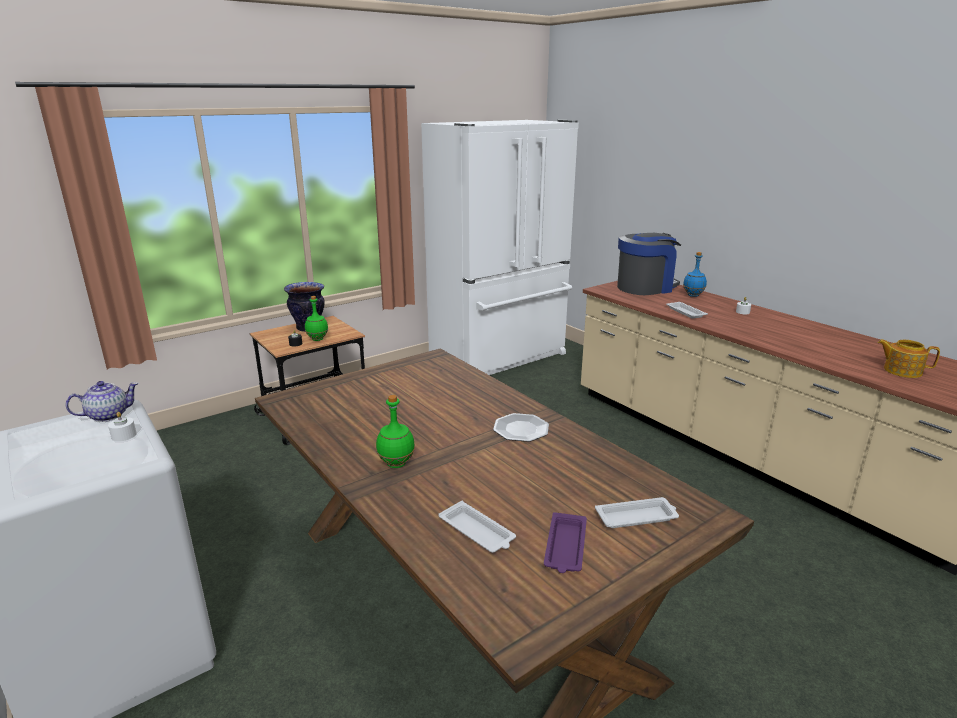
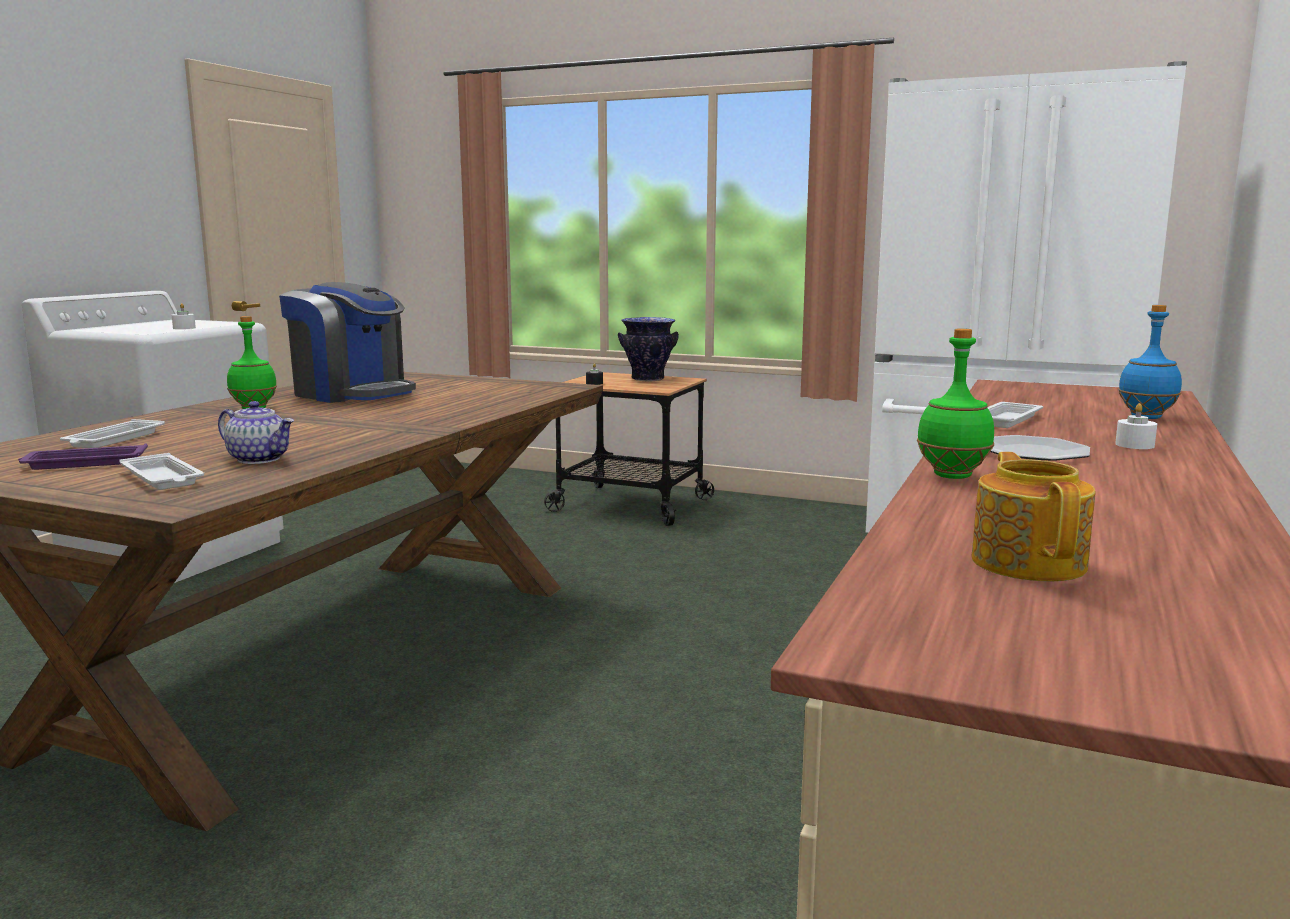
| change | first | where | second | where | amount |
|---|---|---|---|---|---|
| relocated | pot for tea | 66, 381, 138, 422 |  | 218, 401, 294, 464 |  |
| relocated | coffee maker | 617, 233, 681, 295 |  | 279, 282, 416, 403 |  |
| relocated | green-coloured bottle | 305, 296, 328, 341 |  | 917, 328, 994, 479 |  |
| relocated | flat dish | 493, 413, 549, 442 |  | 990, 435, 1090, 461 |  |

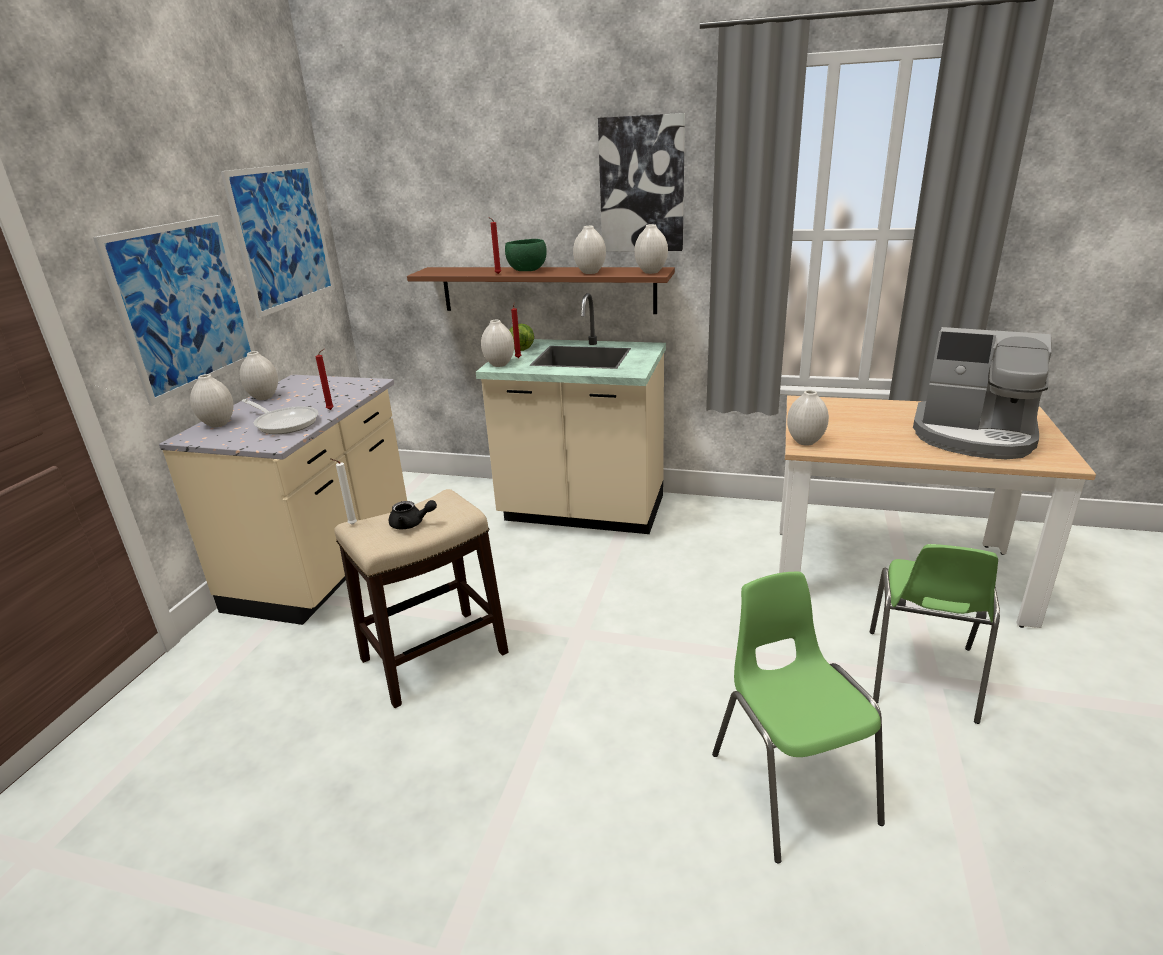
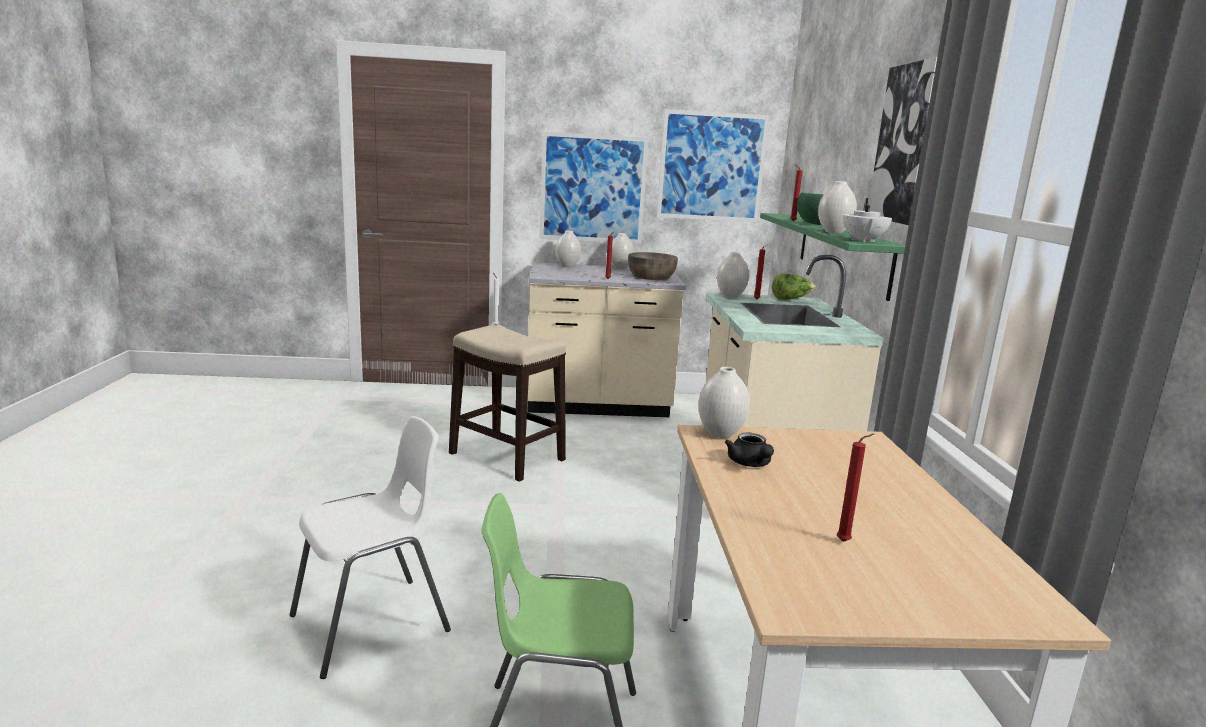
| change | first | where | second | where | amount |
|---|---|---|---|---|---|
| colour | green-coloured plain chair | 712, 571, 885, 863 | whitish plain chair | 290, 416, 451, 679 |  |
| appeared |  |  | brownish serving bowl | 628, 252, 678, 280 |  |
| relocated | black pot for tea | 389, 500, 437, 529 |  | 725, 432, 774, 467 |  |
| colour | brownish bracket shelf | 407, 267, 675, 314 | green-coloured bracket shelf | 760, 213, 905, 301 |  |
| exchanged | coffee maker | 913, 327, 1052, 459 | red wax light | 837, 433, 874, 542 |  |
| exchanged | whitish flower vase | 635, 224, 668, 274 | whitish pot for tea | 843, 198, 892, 242 |  |
| missing | frying pan | 242, 399, 318, 434 |  |  |  |

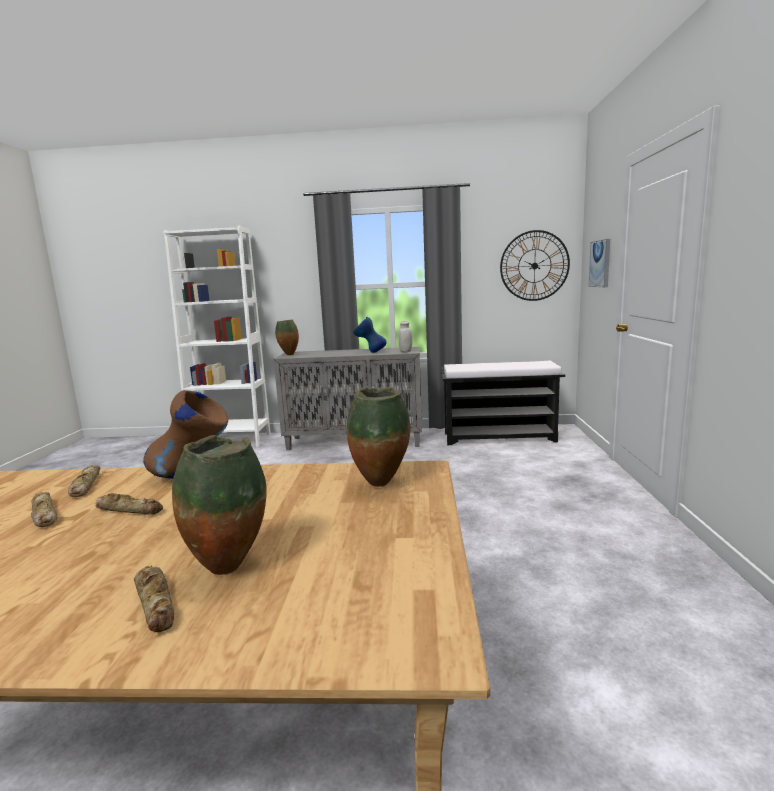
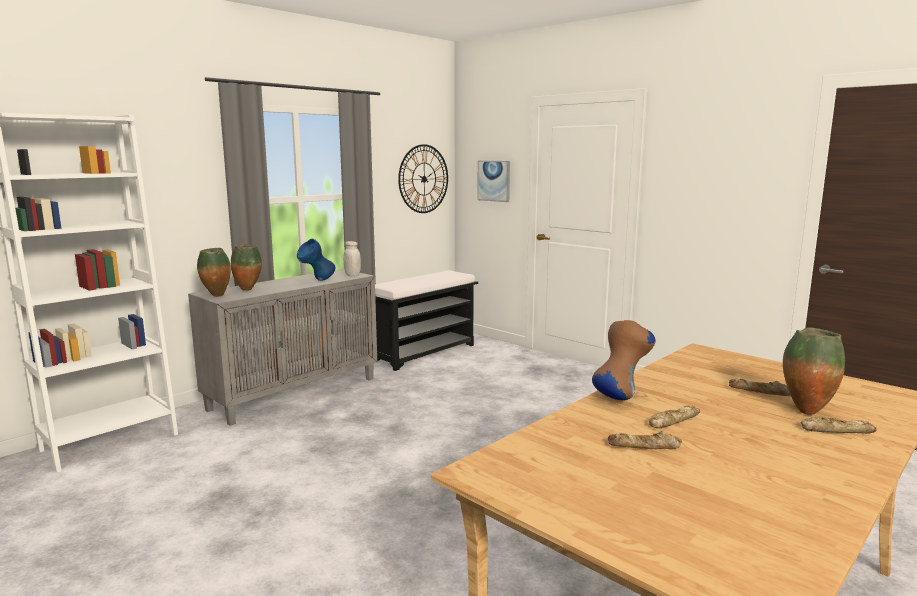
| change | first | where | second | where | amount |
|---|---|---|---|---|---|
| relocated | flower vase | 347, 387, 410, 487 |  | 231, 244, 262, 291 |  |
| relocated | bread | 68, 465, 100, 497 |  | 729, 379, 790, 396 |  |

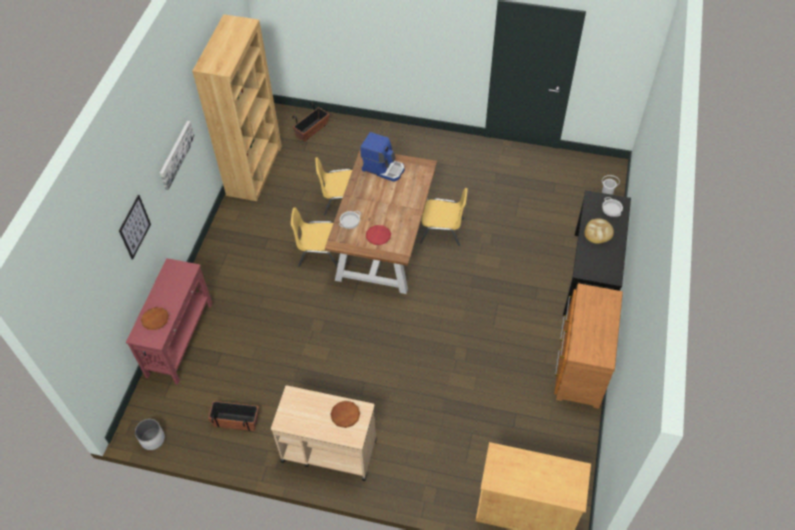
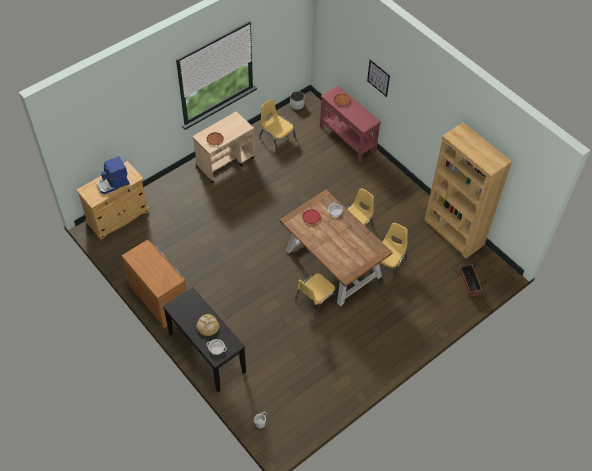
| change | first | where | second | where | amount |
|---|---|---|---|---|---|
| relocated | coffee maker | 360, 132, 405, 182 |  | 97, 156, 130, 194 |  |
| exchanged | flower pot | 208, 401, 259, 431 | yellowish plain chair | 259, 99, 296, 153 |  |
| missing | wall picture | 160, 121, 195, 190 |  |  |  |

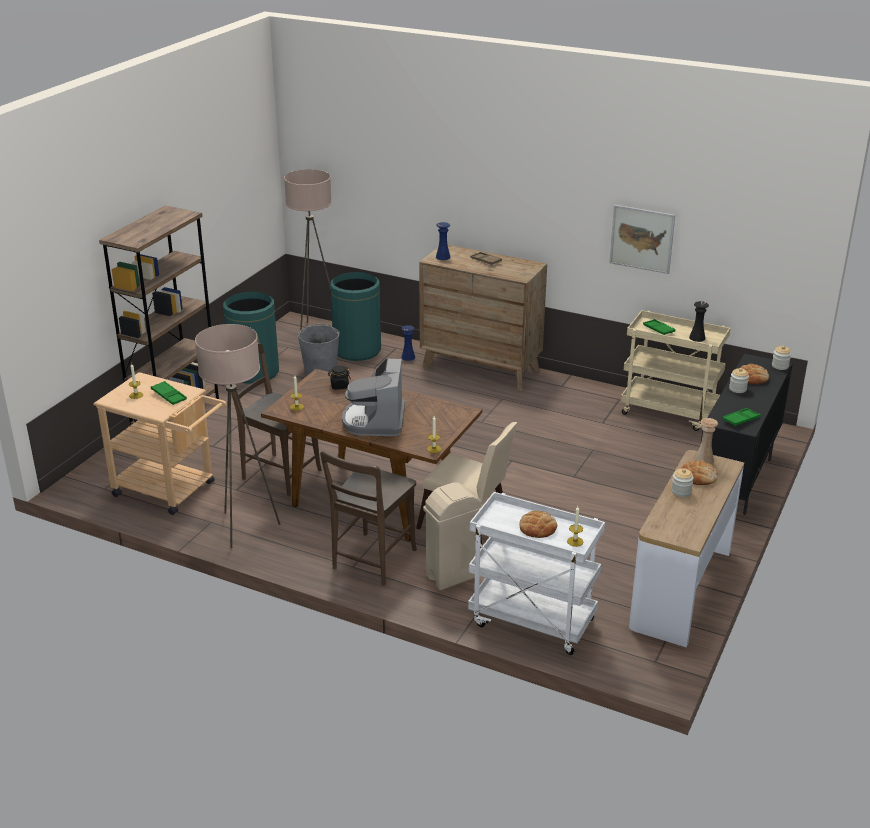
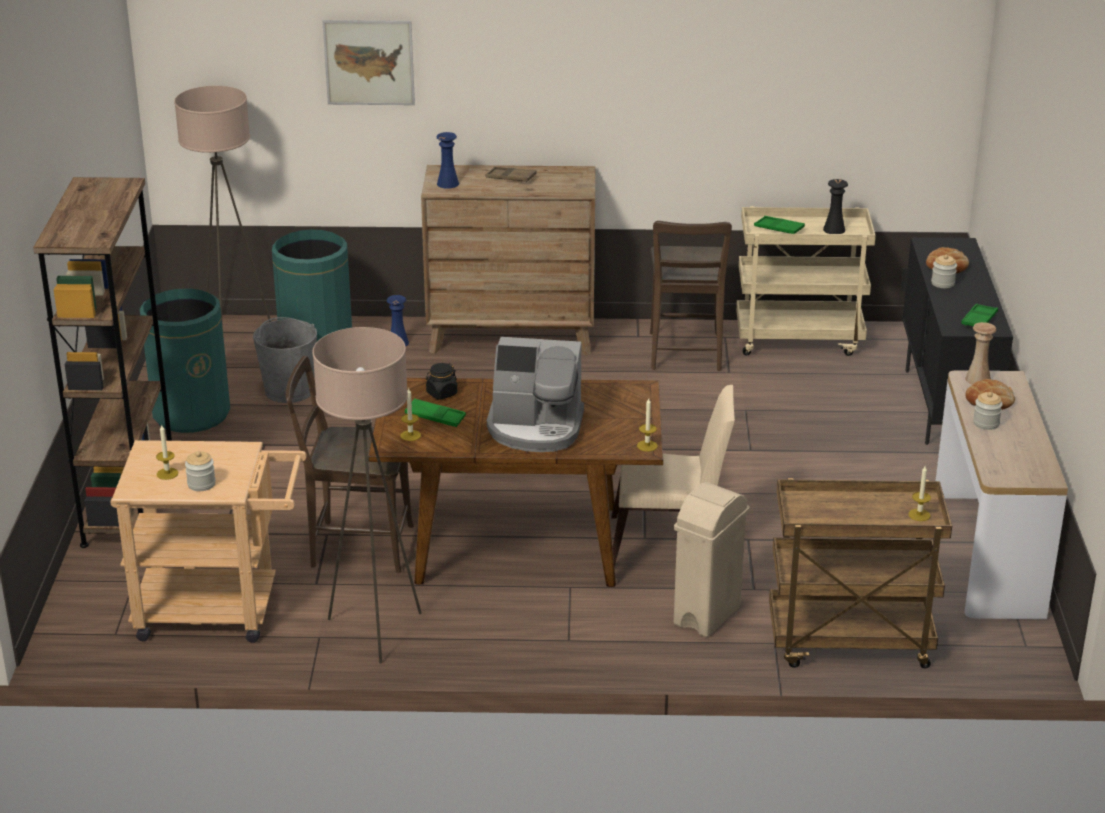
| change | first | where | second | where | amount |
|---|---|---|---|---|---|
| relocated | storage jar | 772, 346, 791, 370 |  | 185, 451, 216, 491 |  |
| relocated | wall picture | 609, 205, 675, 274 |  | 322, 20, 415, 105 |  |
| relocated | green-coloured tray | 151, 381, 187, 405 |  | 405, 398, 466, 427 |  |
| spun | coffee maker | 342, 358, 405, 436 |  | 487, 337, 584, 452 | 60 degrees counterclockwise |
| relocated | brownish plain chair | 320, 451, 417, 586 |  | 650, 221, 732, 371 |  |
| colour | whitish trolley | 468, 492, 605, 655 | brownish trolley | 769, 478, 952, 668 |  |
| missing | bread | 519, 511, 557, 538 |  |  |  |

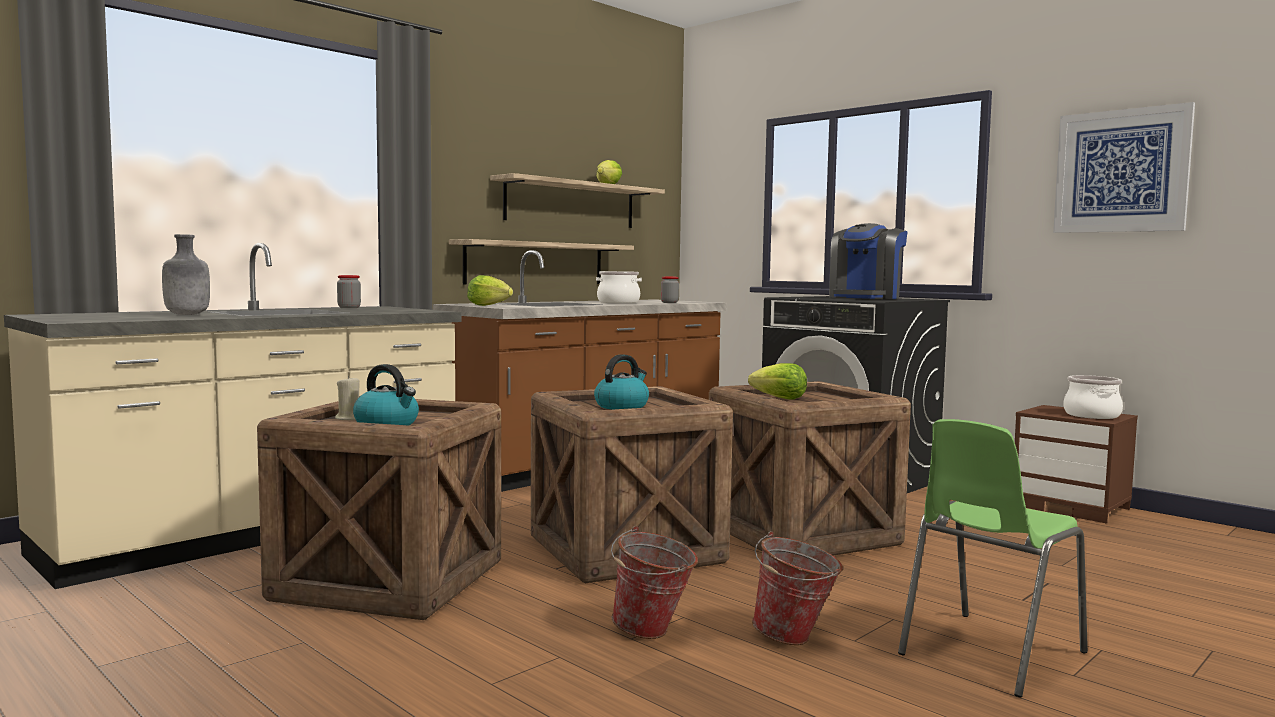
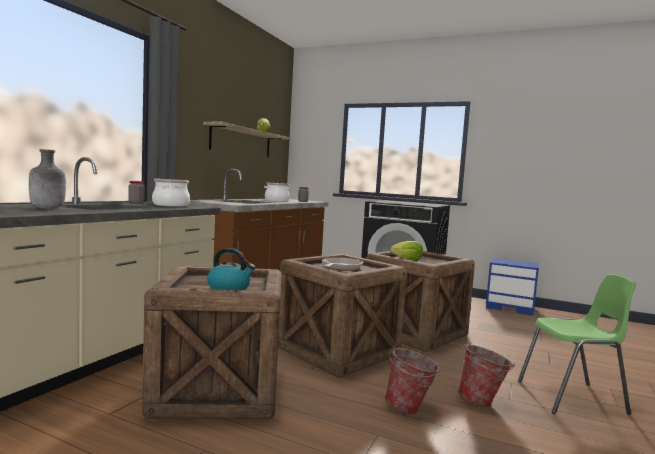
| change | first | where | second | where | amount |
|---|---|---|---|---|---|
| relocated | cooking pot | 1063, 375, 1123, 419 |  | 152, 179, 190, 207 |  |
| exchanged | water kettle | 594, 354, 649, 410 | frying pan | 322, 257, 363, 271 |  |
| colour | brownish nightstand | 1015, 405, 1138, 524 | blue nightstand | 486, 258, 539, 316 |  |
| spun | green-coloured plain chair | 898, 419, 1088, 697 |  | 518, 274, 636, 415 | 120 degrees counterclockwise |
| missing | beige wax light | 335, 375, 359, 420 |  |  |  |
| missing | bracket shelf | 449, 239, 634, 284 |  |  |  |
| missing | lettuce head | 467, 275, 513, 306 |  |  |  |
| missing | coffee maker | 829, 223, 908, 299 |  |  |  |
| missing | wall picture | 1053, 102, 1195, 233 |  |  |  |

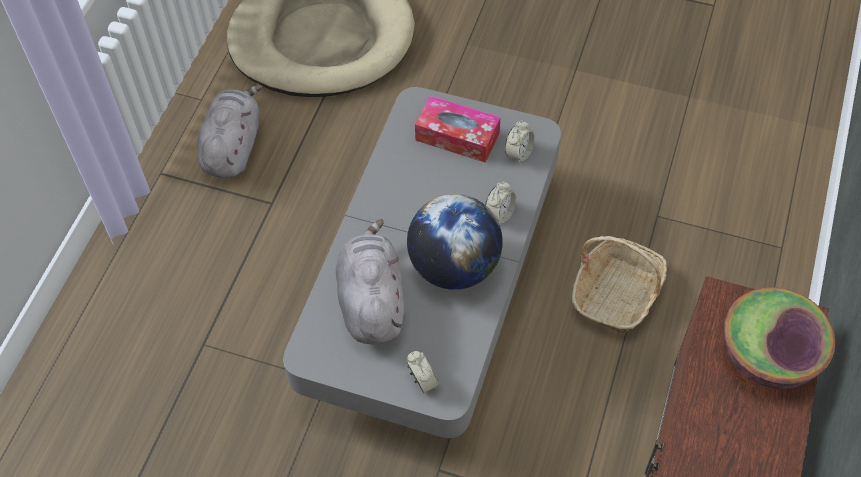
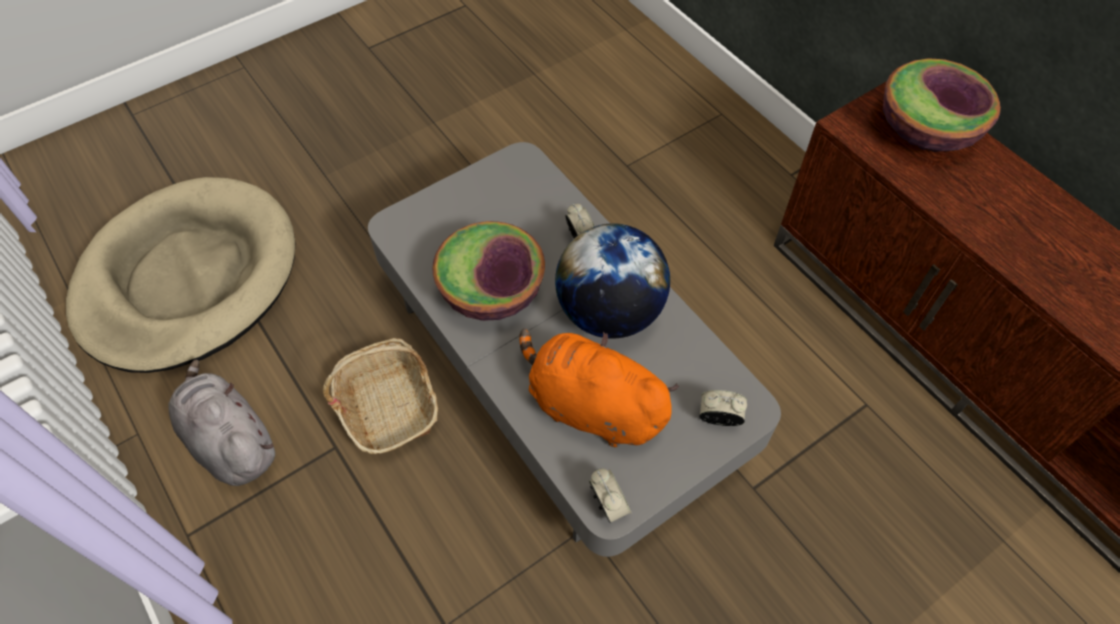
| change | first | where | second | where | amount |
|---|---|---|---|---|---|
| relocated | basket | 572, 236, 667, 334 |  | 323, 338, 438, 455 |  |
| appeared |  |  | serving bowl | 432, 221, 545, 321 |  |
| colour | greyish plush toy | 336, 219, 404, 344 | orangey plush toy | 520, 328, 679, 447 |  |
| relocated | table clock | 505, 120, 535, 164 |  | 589, 469, 632, 523 |  |
| missing | box of tissues | 415, 96, 501, 163 |  |  |  |

